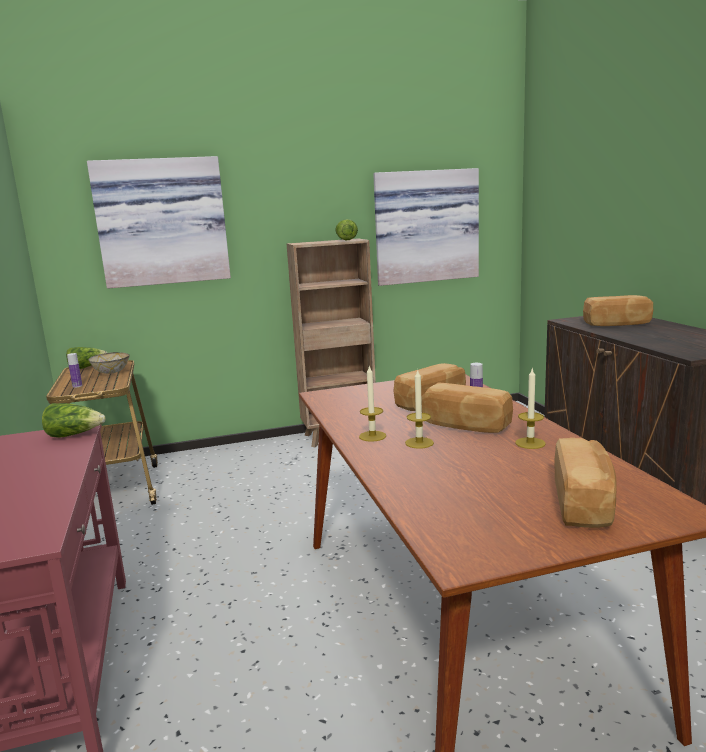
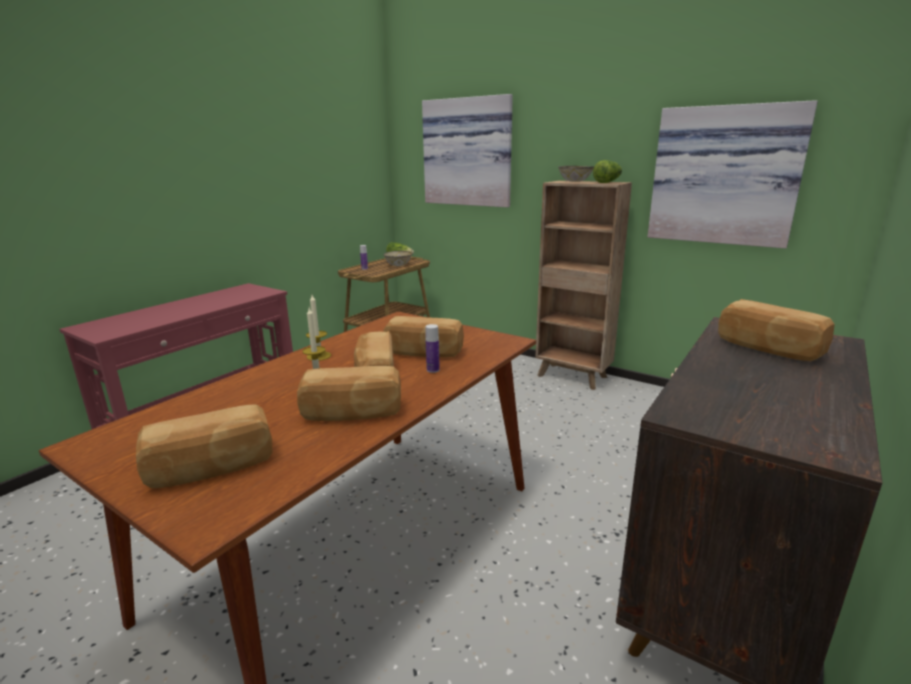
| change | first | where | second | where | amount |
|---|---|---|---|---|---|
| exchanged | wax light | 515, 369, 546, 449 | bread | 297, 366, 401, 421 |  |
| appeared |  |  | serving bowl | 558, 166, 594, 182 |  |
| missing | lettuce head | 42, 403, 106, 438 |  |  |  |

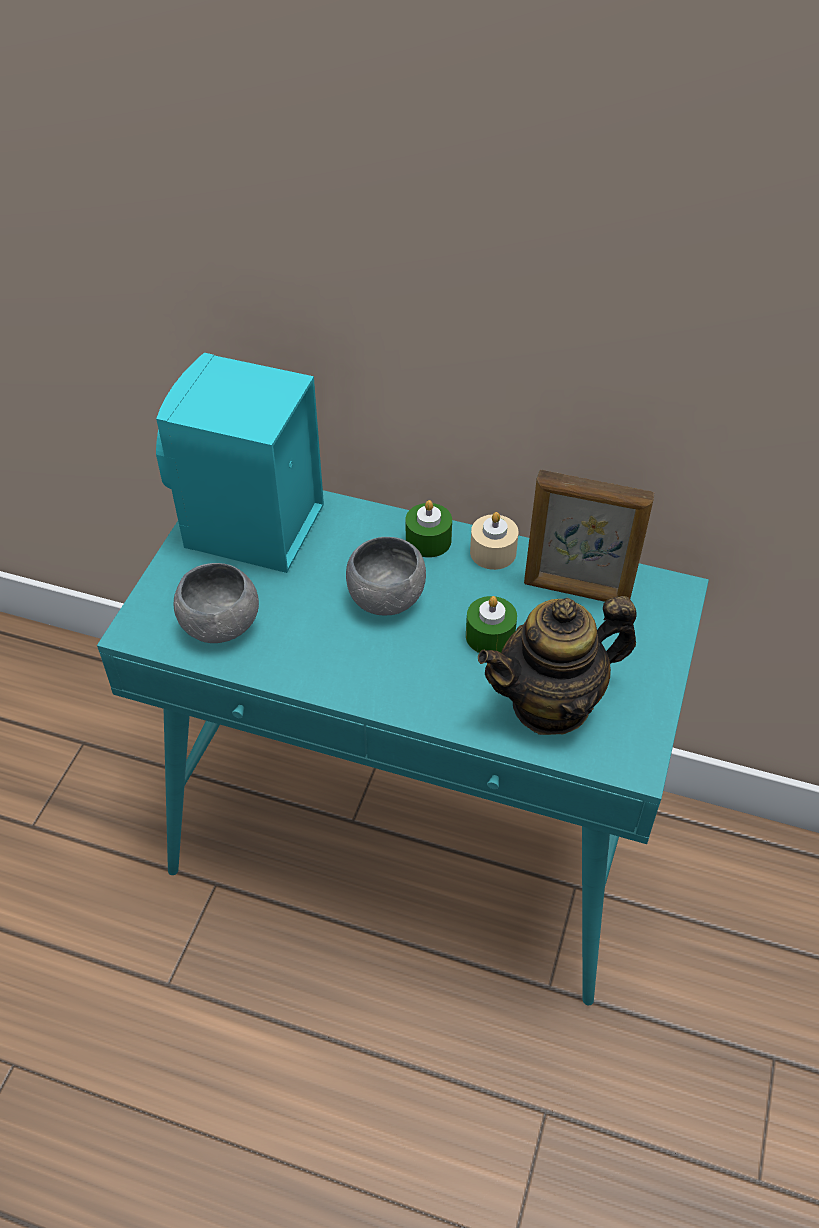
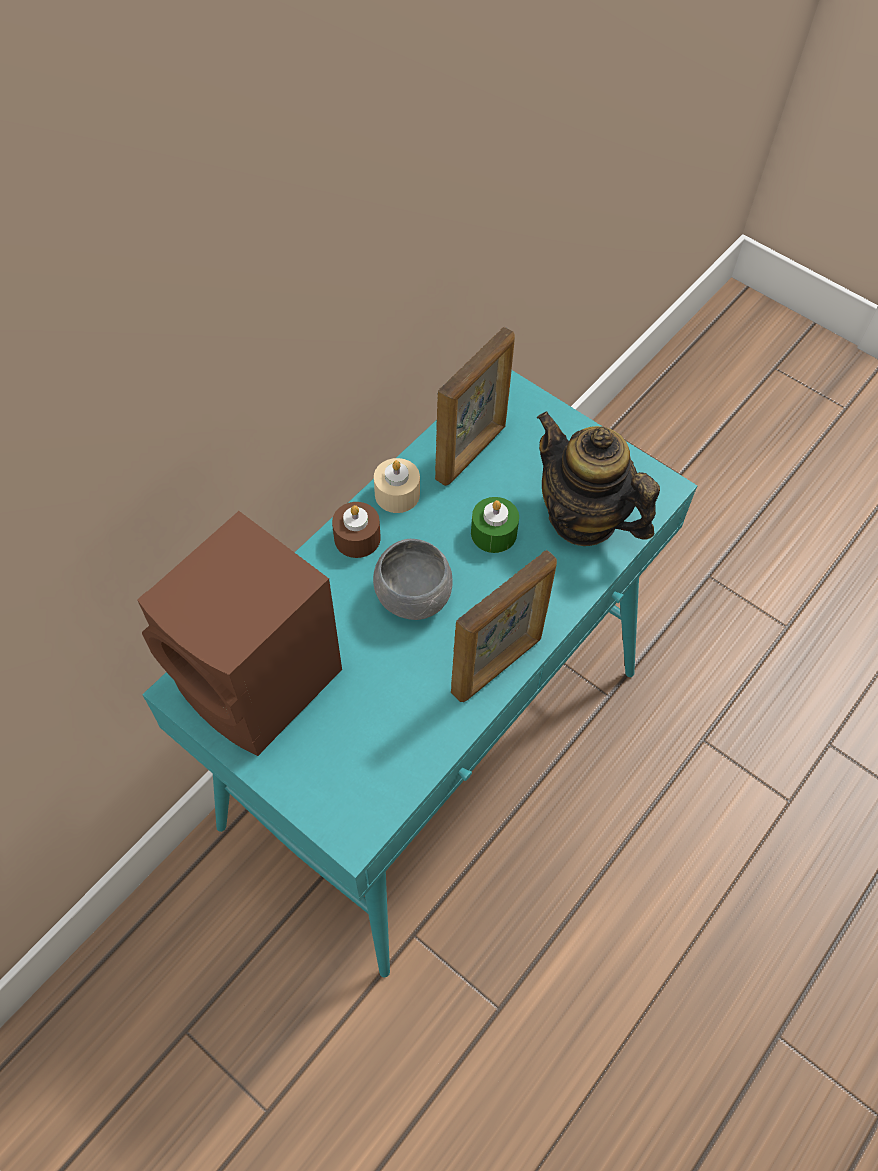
| change | first | where | second | where | amount |
|---|---|---|---|---|---|
| colour | blue-green speaker | 156, 353, 324, 573 | brownish speaker | 137, 511, 342, 756 |  |
| colour | green-coloured wax light | 406, 500, 452, 558 | brownish wax light | 332, 502, 381, 558 |  |
| appeared |  |  | photo frame | 451, 550, 557, 702 |  |
| spun | pot for tea | 478, 596, 637, 735 |  | 537, 411, 660, 546 | 135 degrees clockwise |
| missing | greyish serving bowl | 174, 563, 259, 643 |  |  |  |

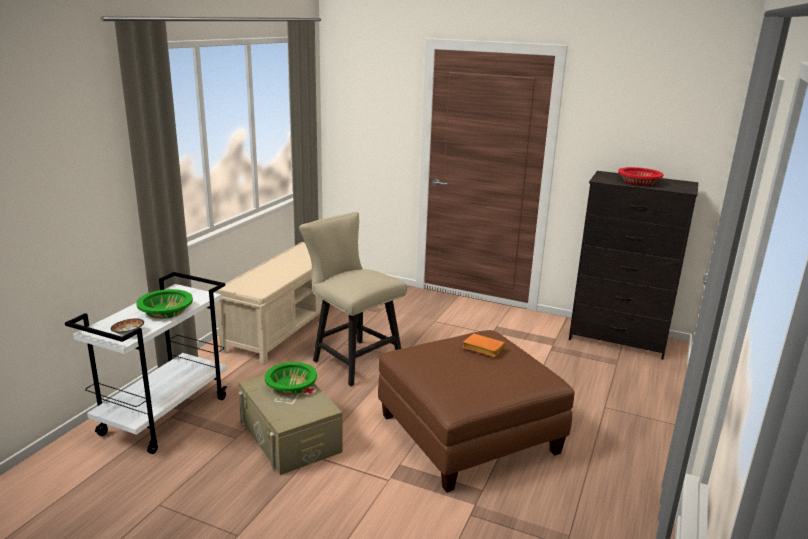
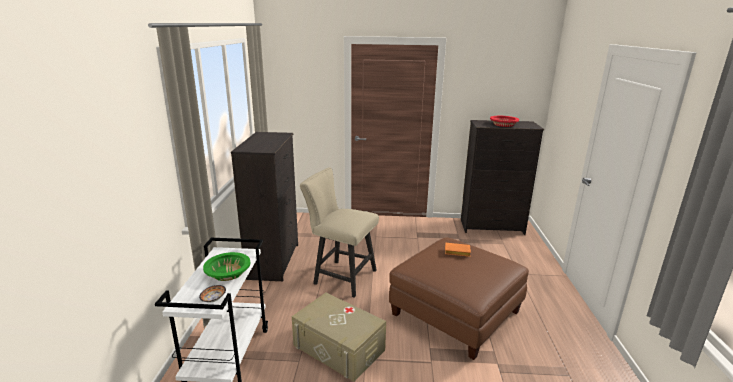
| change | first | where | second | where | amount |
|---|---|---|---|---|---|
| exchanged | beige indoor bench | 215, 242, 331, 364 | black drawer chest | 231, 132, 298, 281 |  |
| missing | green-coloured serving bowl | 265, 362, 317, 395 |  |  |  |

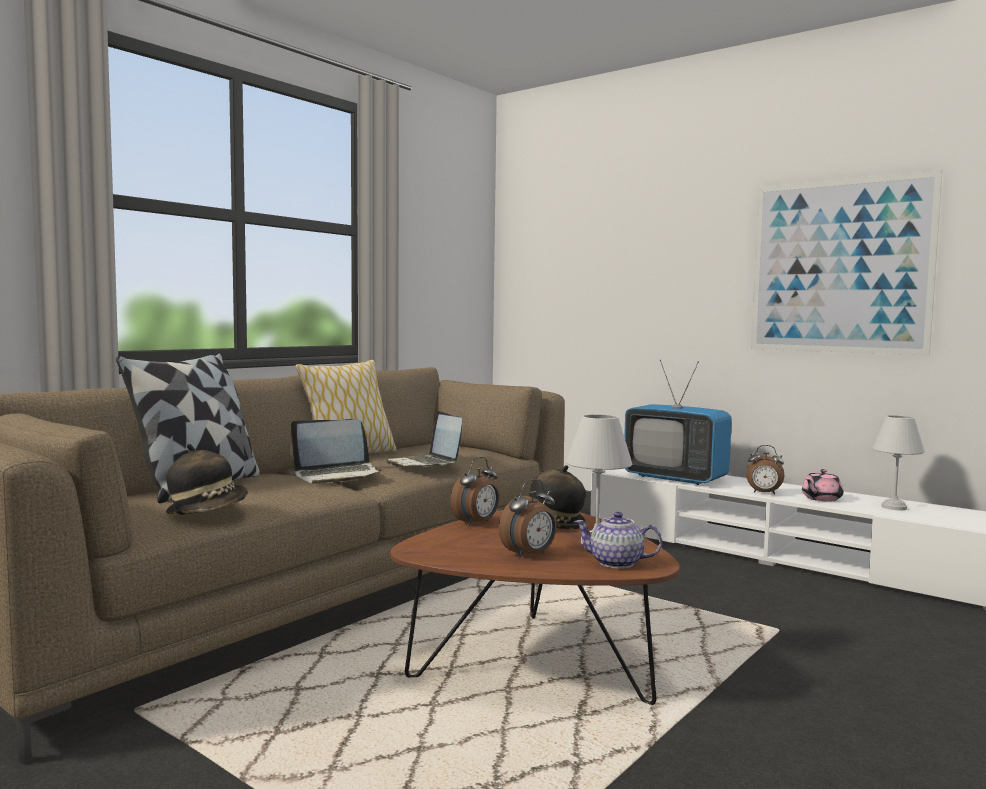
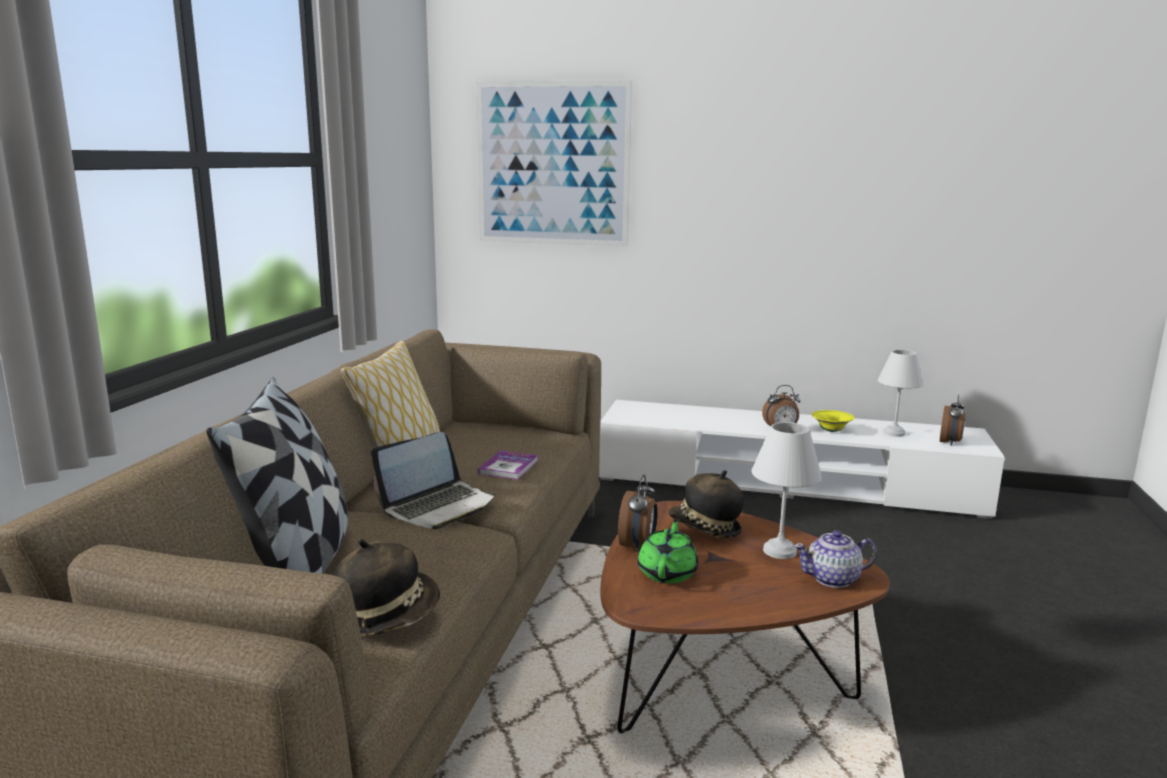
| change | first | where | second | where | amount |
|---|---|---|---|---|---|
| relocated | wall picture | 751, 170, 942, 355 |  | 476, 80, 632, 247 |  |
| exchanged | portable computer | 386, 411, 462, 468 | volume | 478, 450, 538, 480 |  |
| appeared |  |  | green-coloured pot for tea | 638, 519, 698, 583 |  |
| exchanged | pink-coloured pot for tea | 802, 469, 843, 502 | yellowish serving bowl | 812, 410, 855, 432 |  |
| relocated | table clock | 499, 479, 557, 559 |  | 940, 395, 966, 446 |  |
| missing | TV | 624, 360, 732, 485 |  |  |  |

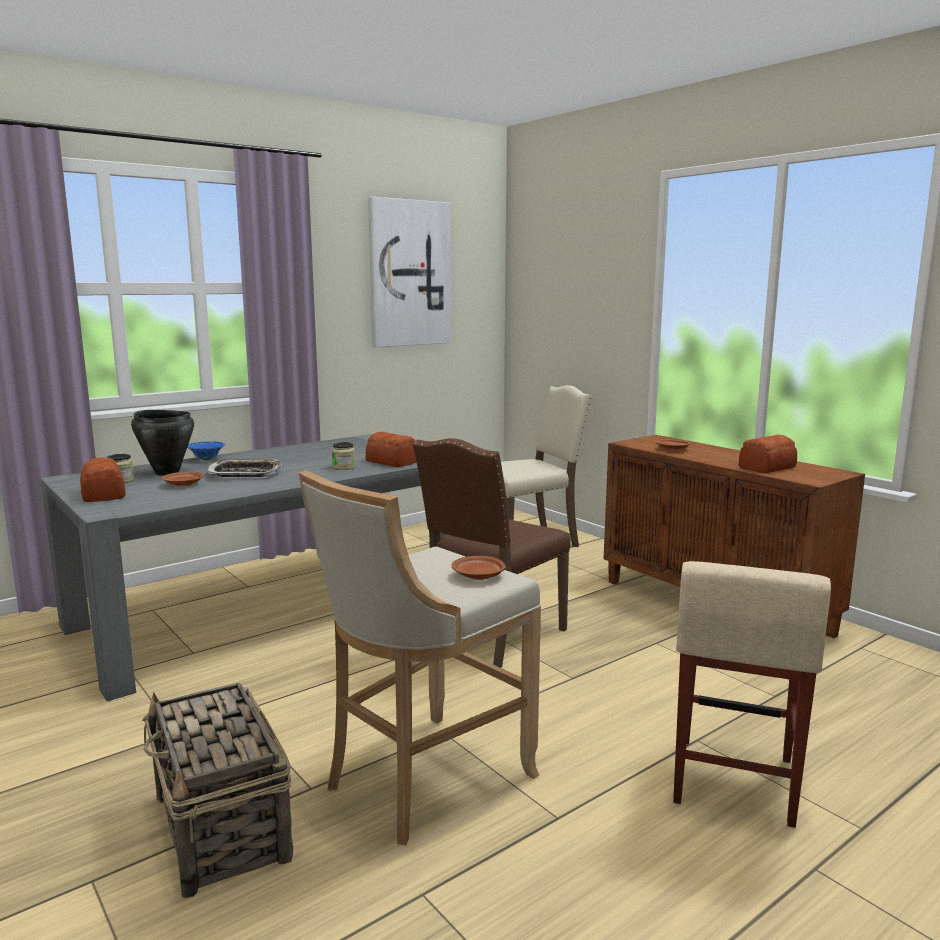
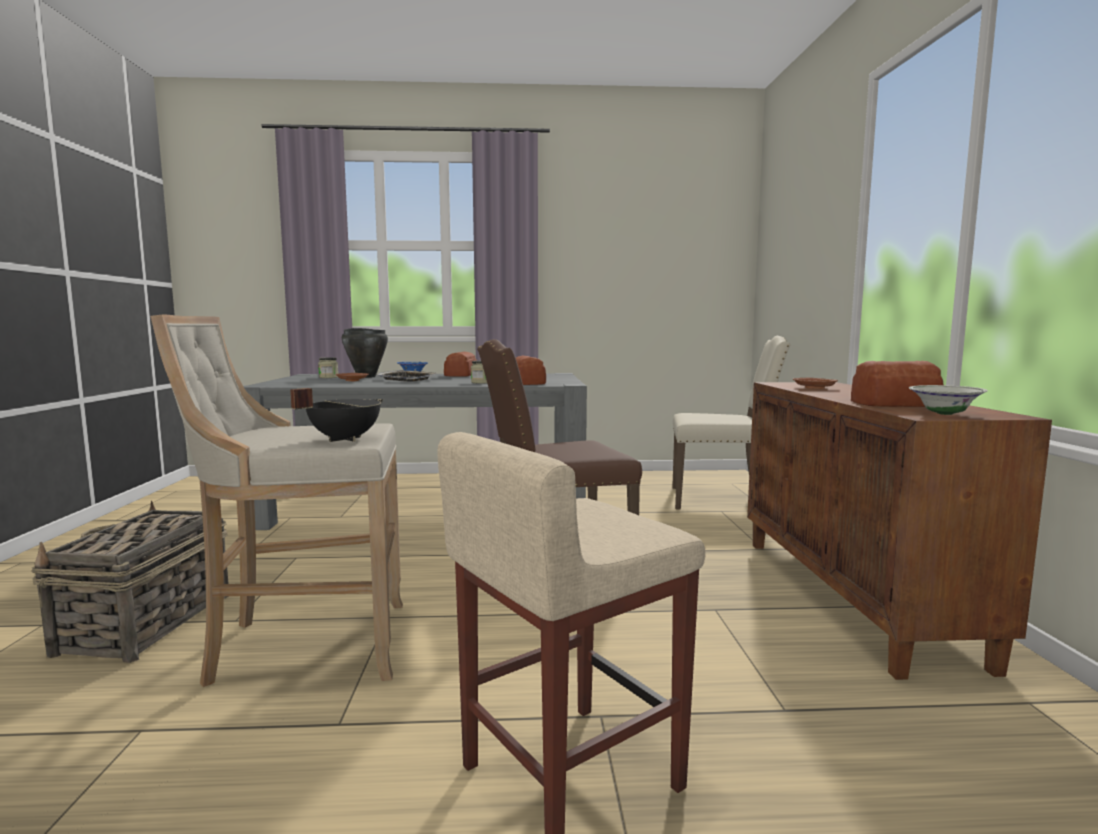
| change | first | where | second | where | amount |
|---|---|---|---|---|---|
| exchanged | brownish flat dish | 452, 556, 506, 580 | black cooking pot | 290, 388, 383, 442 |  |
| relocated | bread | 80, 458, 126, 502 |  | 444, 352, 477, 377 |  |
| appeared |  |  | whitish serving bowl | 909, 385, 988, 415 |  |
| missing | wall picture | 368, 197, 451, 347 |  |  |  |

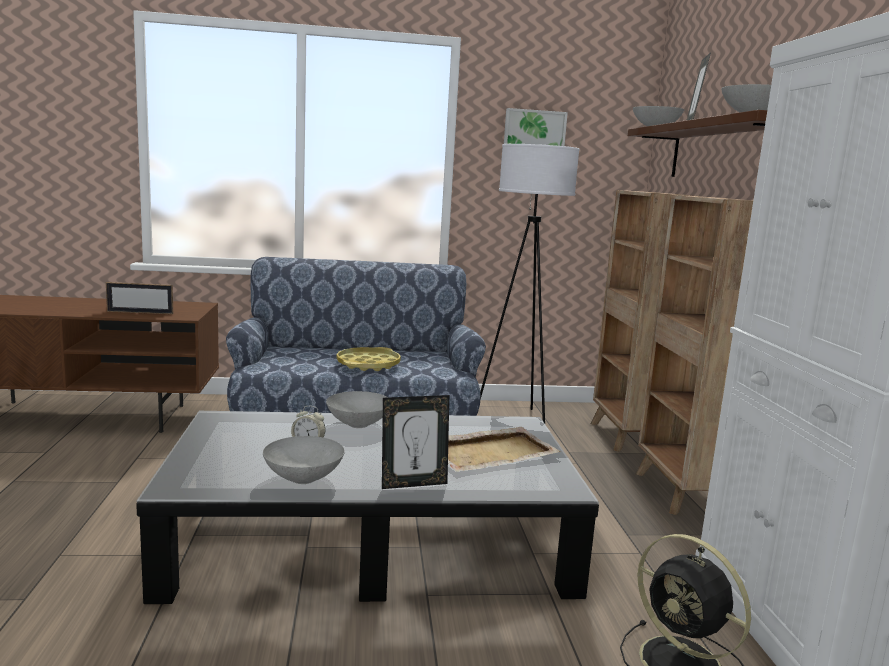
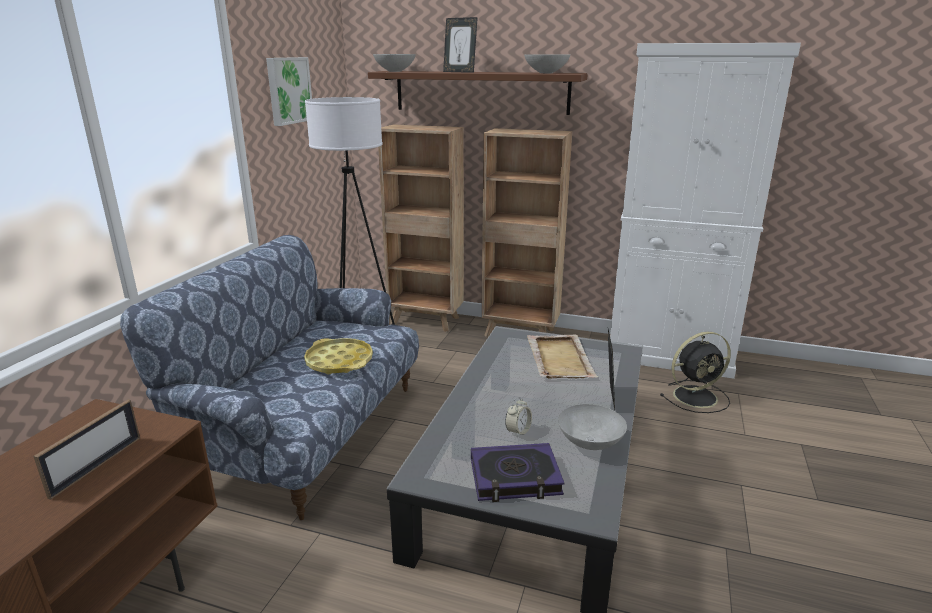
| change | first | where | second | where | amount |
|---|---|---|---|---|---|
| appeared |  |  | volume | 471, 443, 565, 502 |  |
| missing | greyish serving bowl | 326, 391, 388, 428 |  |  |  |

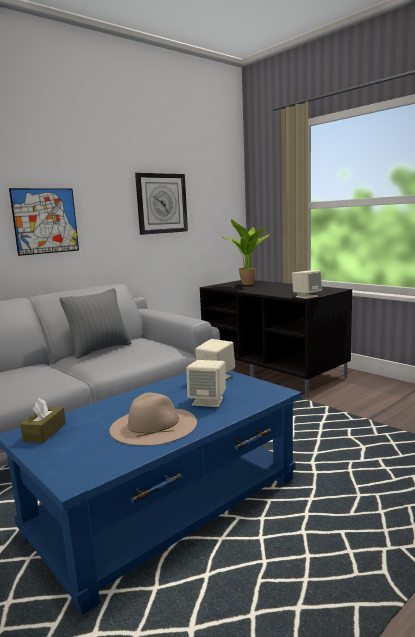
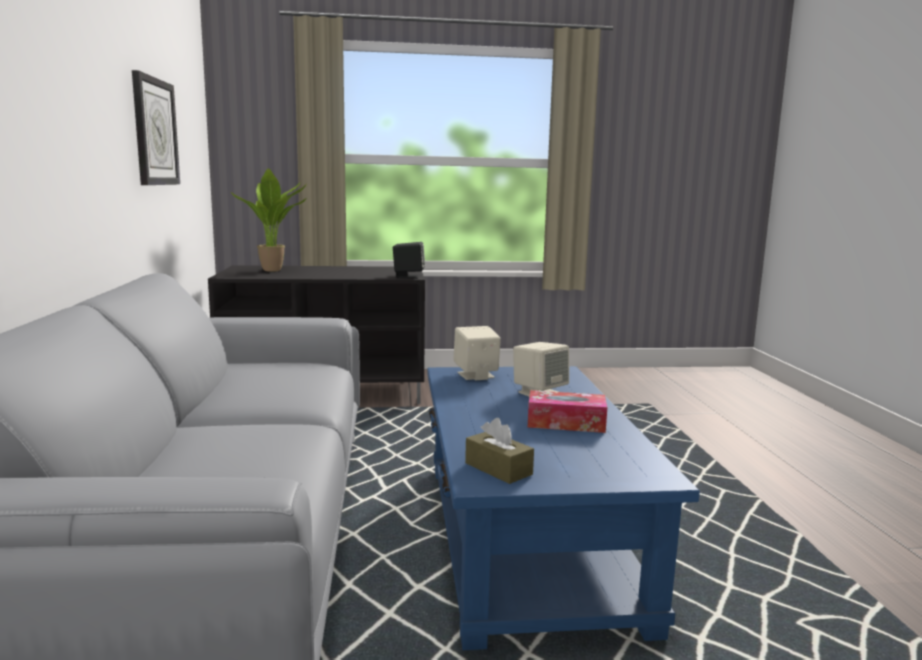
| change | first | where | second | where | amount |
|---|---|---|---|---|---|
| colour | beige speaker | 292, 270, 322, 299 | black speaker | 393, 242, 425, 279 |  |
| exchanged | beige clothing hat | 110, 393, 197, 446 | box of tissues | 528, 390, 607, 433 |  |
| missing | wall picture | 9, 188, 79, 256 |  |  |  |
| missing | greyish throw pillow | 59, 288, 131, 359 |  |  |  |

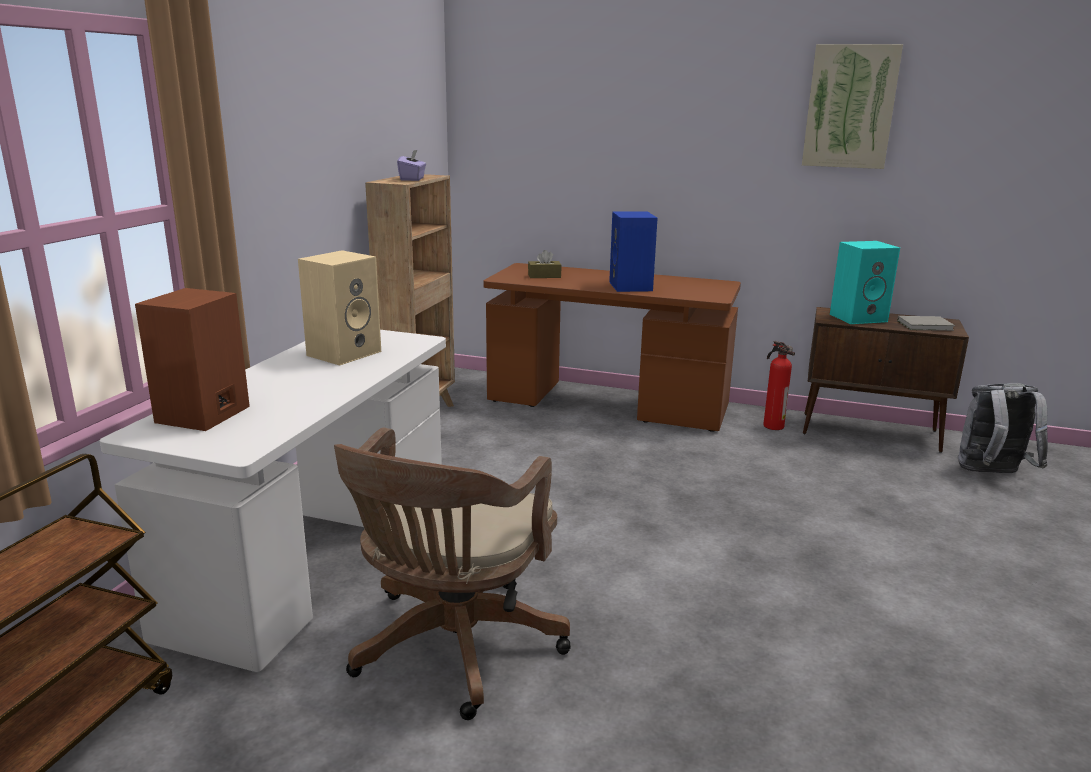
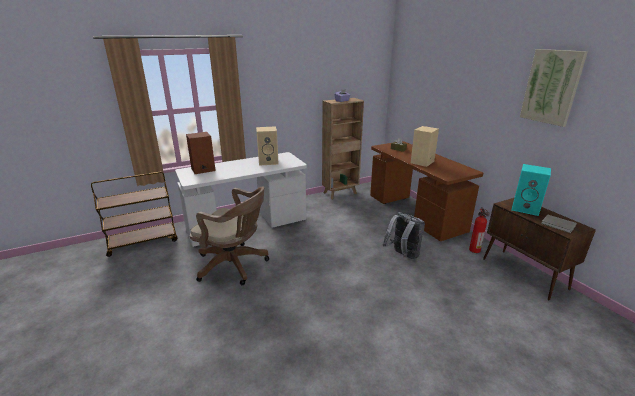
| change | first | where | second | where | amount |
|---|---|---|---|---|---|
| spun | brownish office chair | 334, 428, 571, 720 |  | 190, 187, 269, 285 | 135 degrees counterclockwise |
| relocated | greyish rucksack | 958, 383, 1048, 473 |  | 383, 212, 425, 259 |  |
| colour | blue speaker | 609, 212, 658, 292 | beige speaker | 411, 126, 439, 167 |  |

